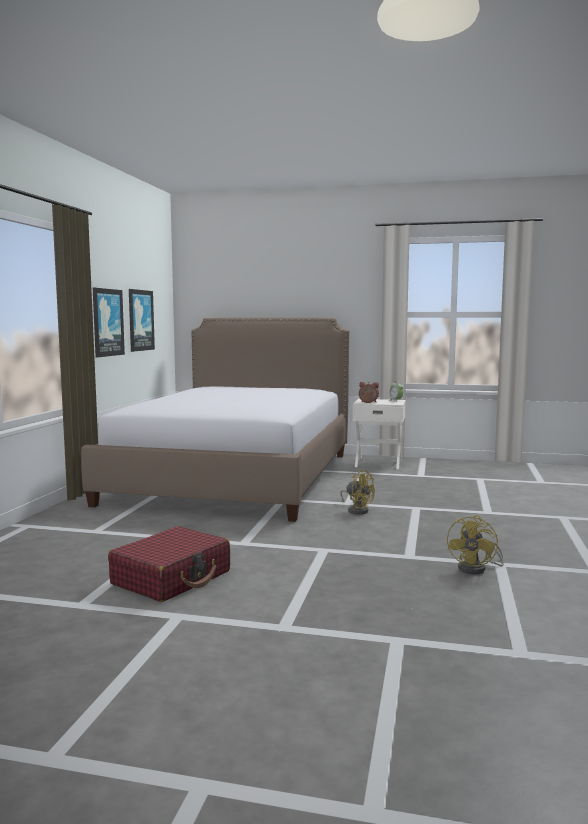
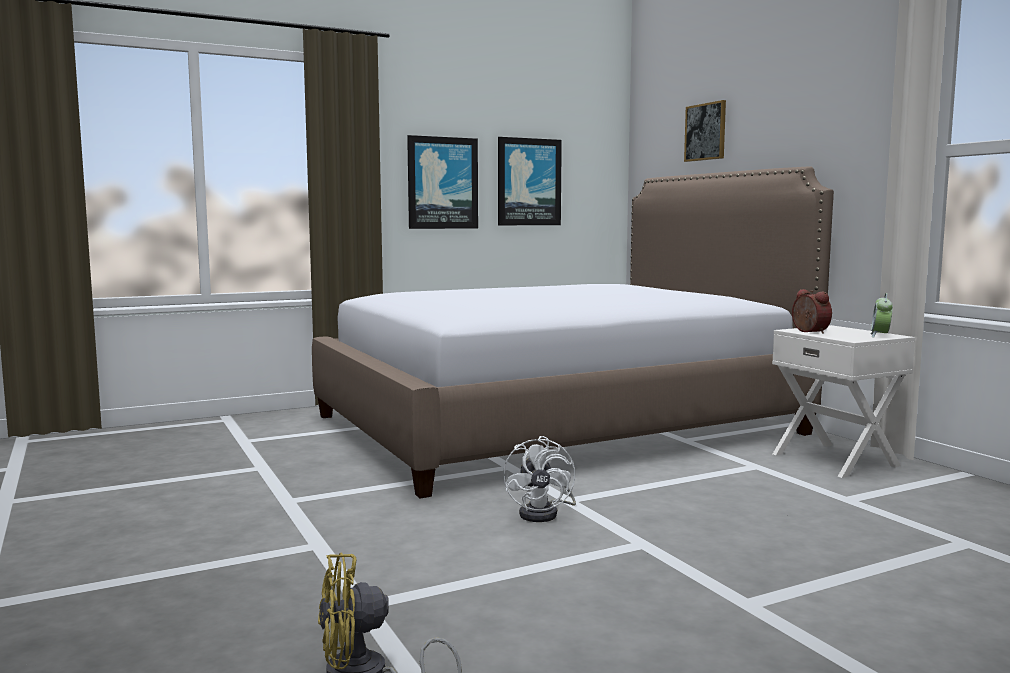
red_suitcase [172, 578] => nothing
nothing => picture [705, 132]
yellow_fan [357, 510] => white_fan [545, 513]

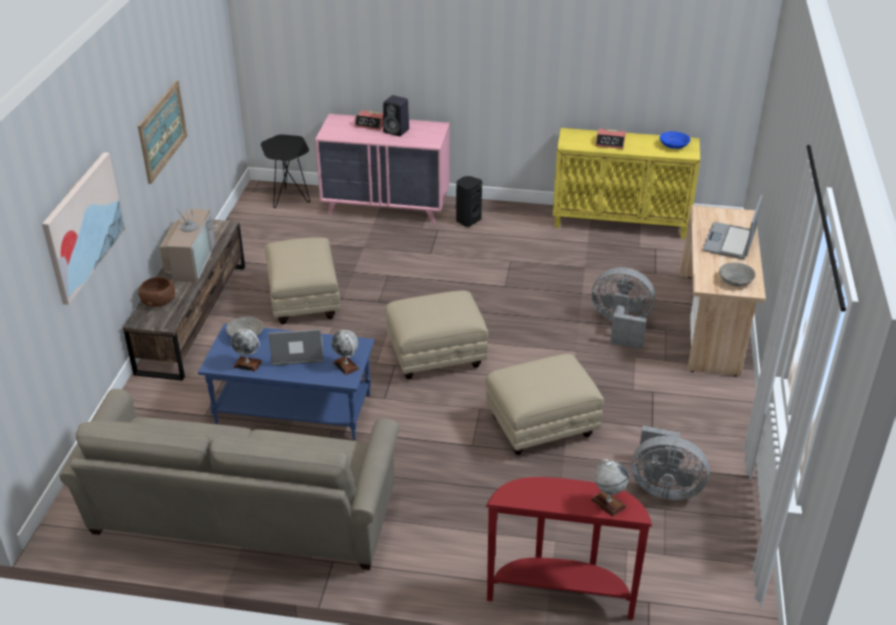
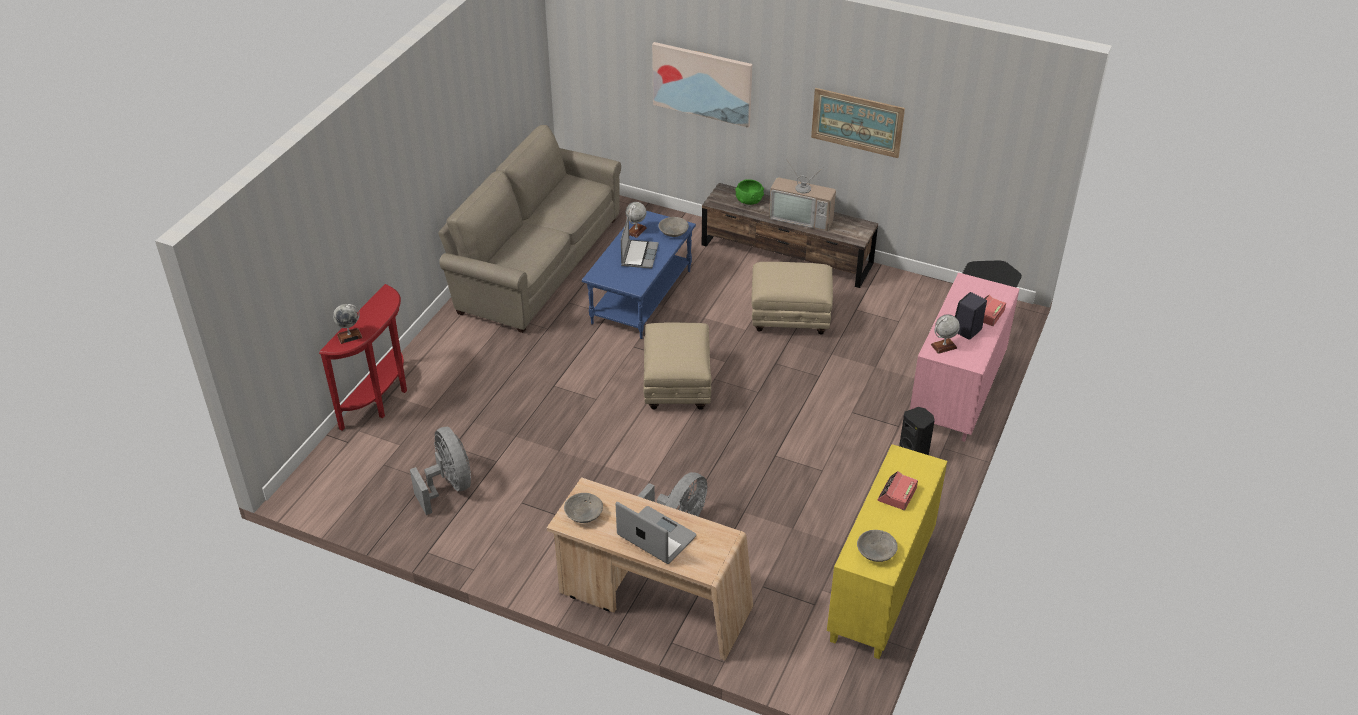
beige_ottoman [540, 427] => nothing
globe [346, 366] => globe [943, 346], relocated
brown_bowl [158, 301] => green_bowl [748, 199]
blue_bowl [674, 146] => grey_bowl [875, 553]
grey_fan [663, 487] => grey_fan [448, 486], 120 degrees clockwise

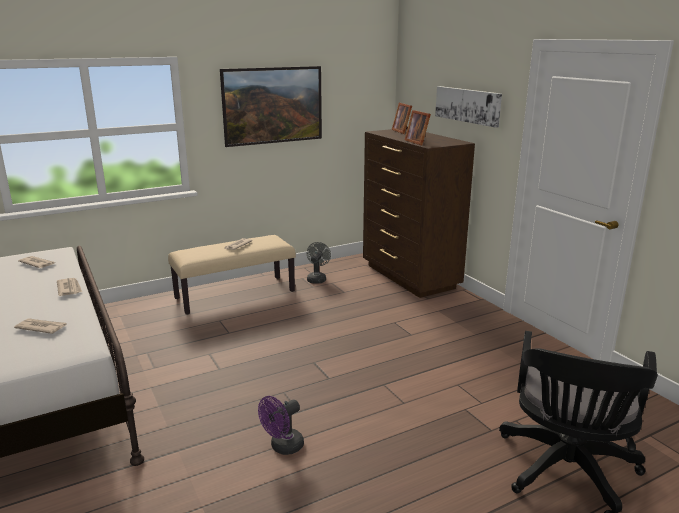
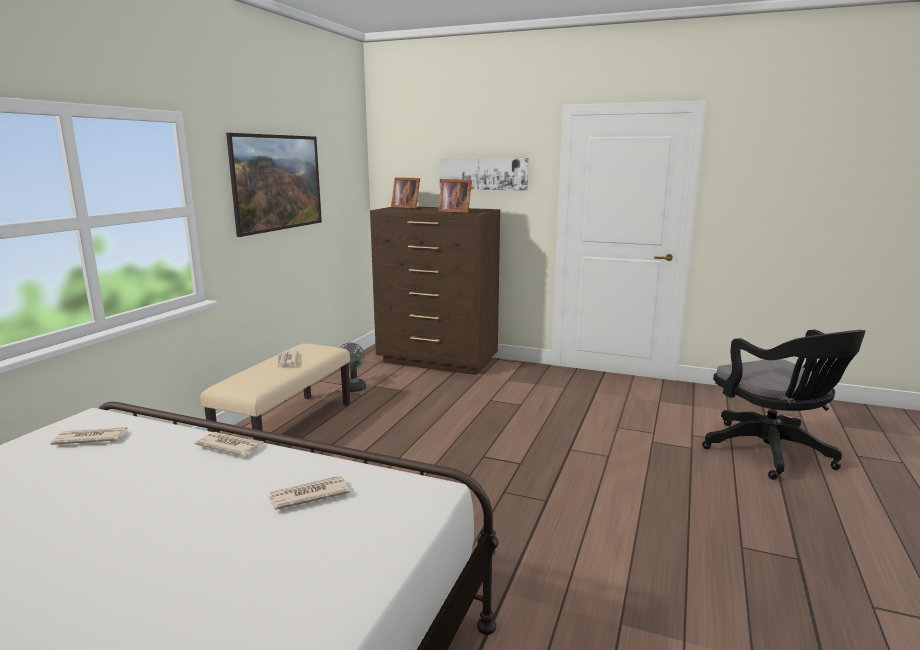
purple_fan [283, 447] => nothing

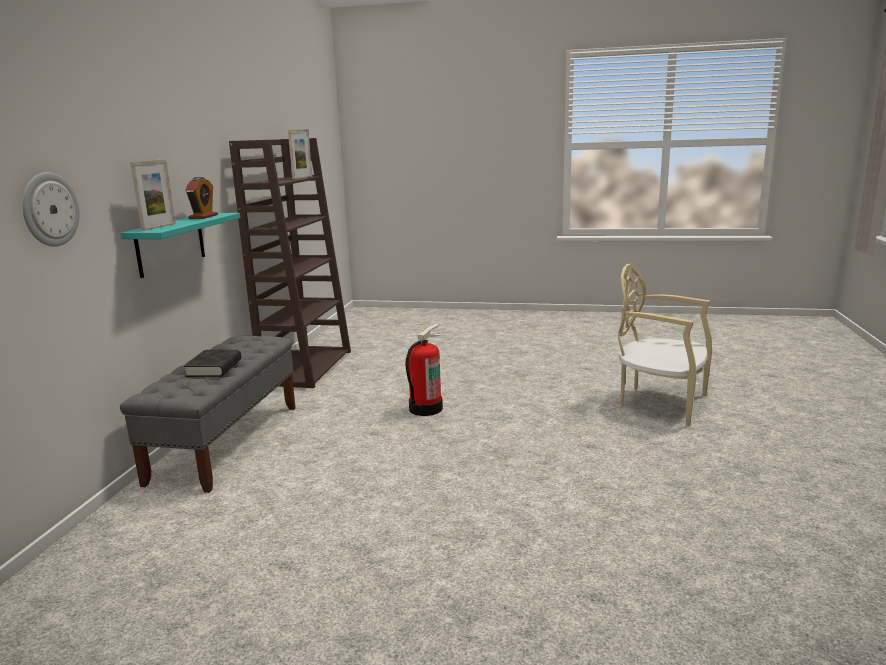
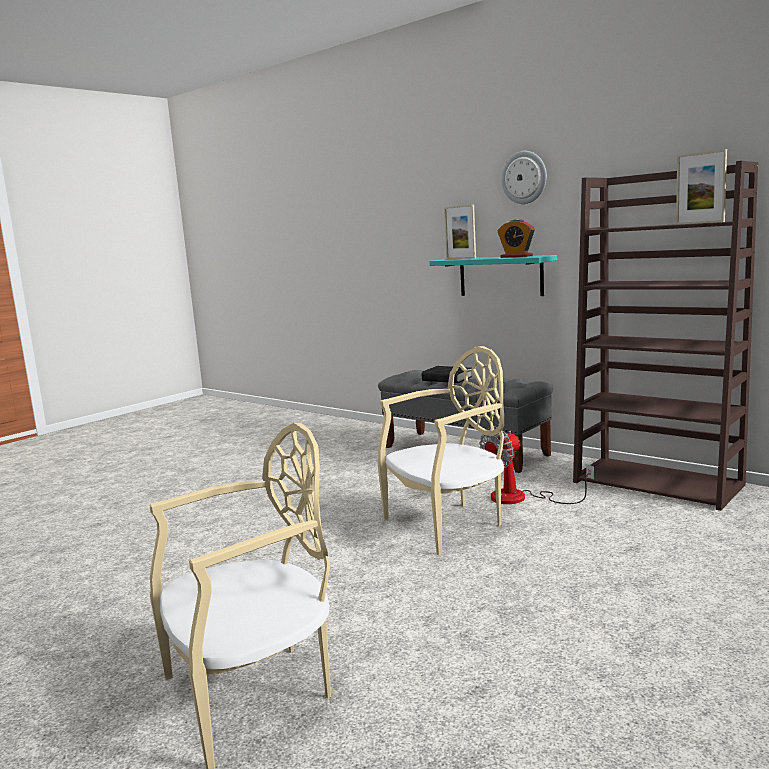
nothing => fan [521, 498]
wall_clock [49, 209] => wall_clock [524, 177], relocated
fire_extinguisher [425, 408] => beige_chair [448, 524]

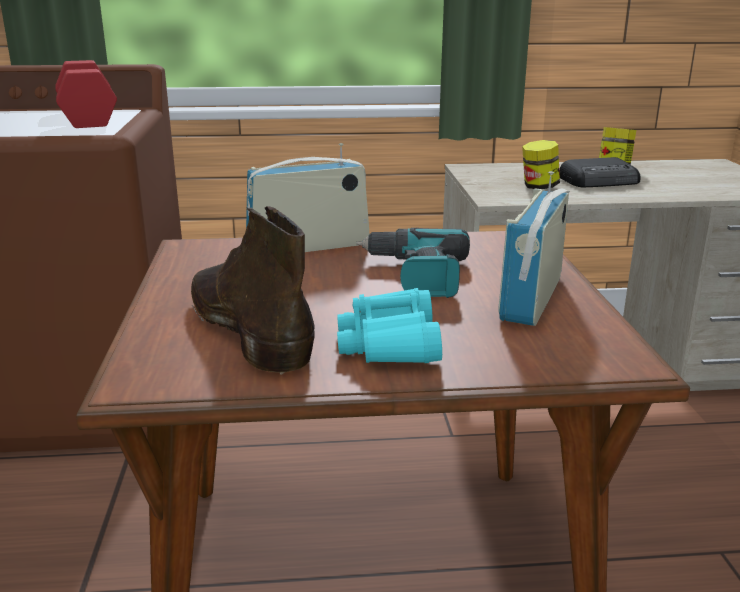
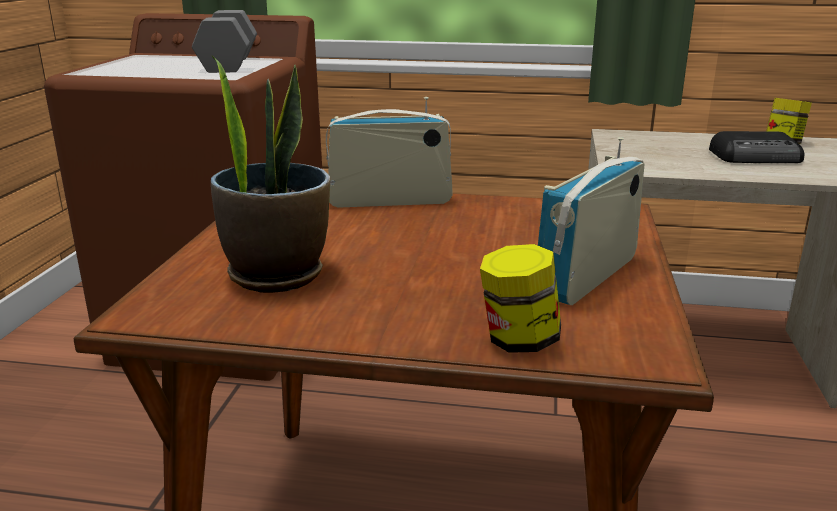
turquoise_binoculars [390, 344] => nothing
power_drill [415, 276] => nothing
jar [539, 187] => jar [519, 340], relocated
brown_boot [247, 328] => potted_plant [277, 274]
red_dumbbell [86, 117] => grey_dumbbell [227, 63]

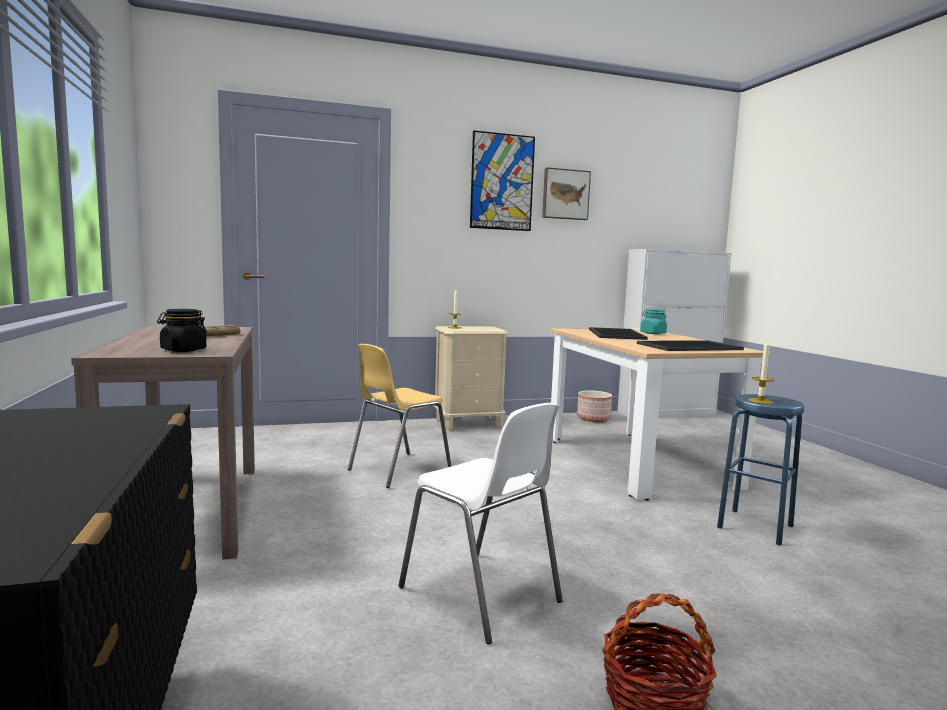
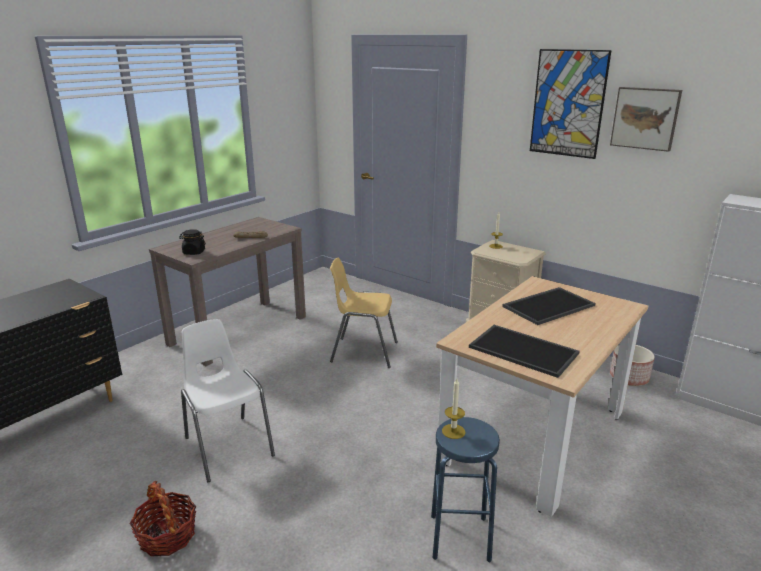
turquoise_jar [652, 333] => nothing
white_chair [481, 595] => white_chair [228, 446], 135 degrees clockwise

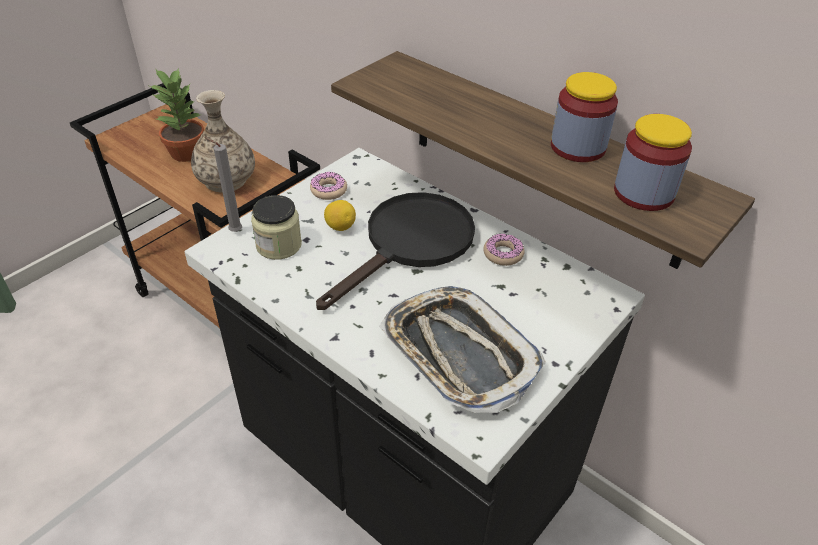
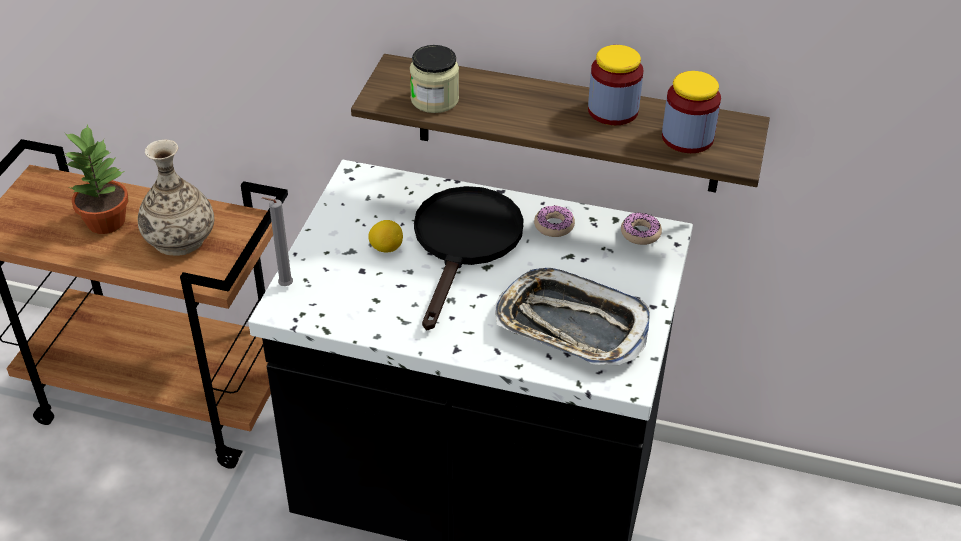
jar [279, 245] => jar [434, 100], relocated
donut [328, 190] => donut [640, 233], relocated

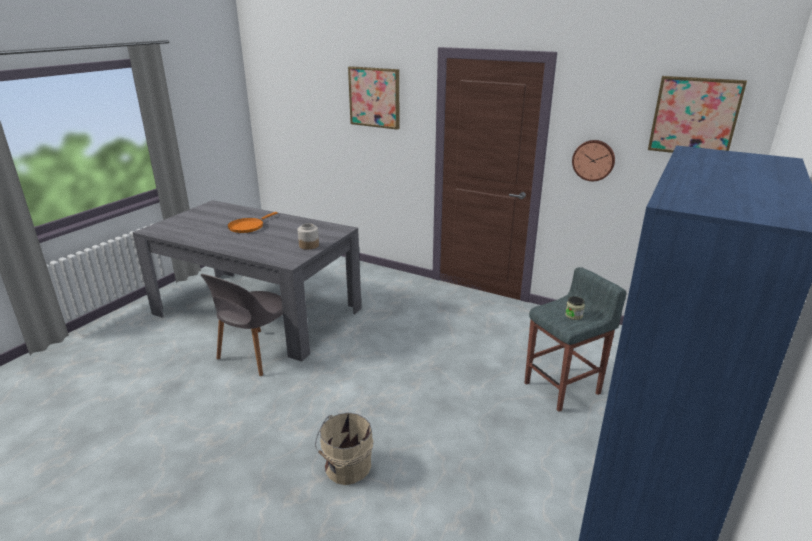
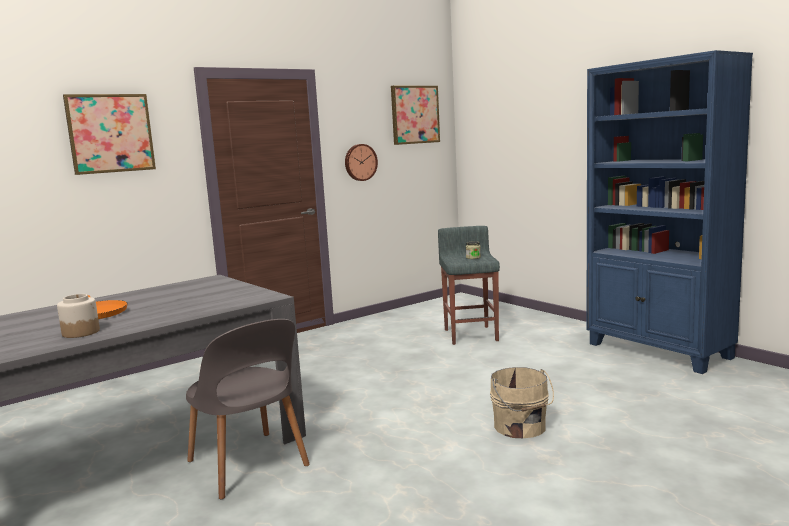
jar [309, 245] => jar [81, 332], relocated

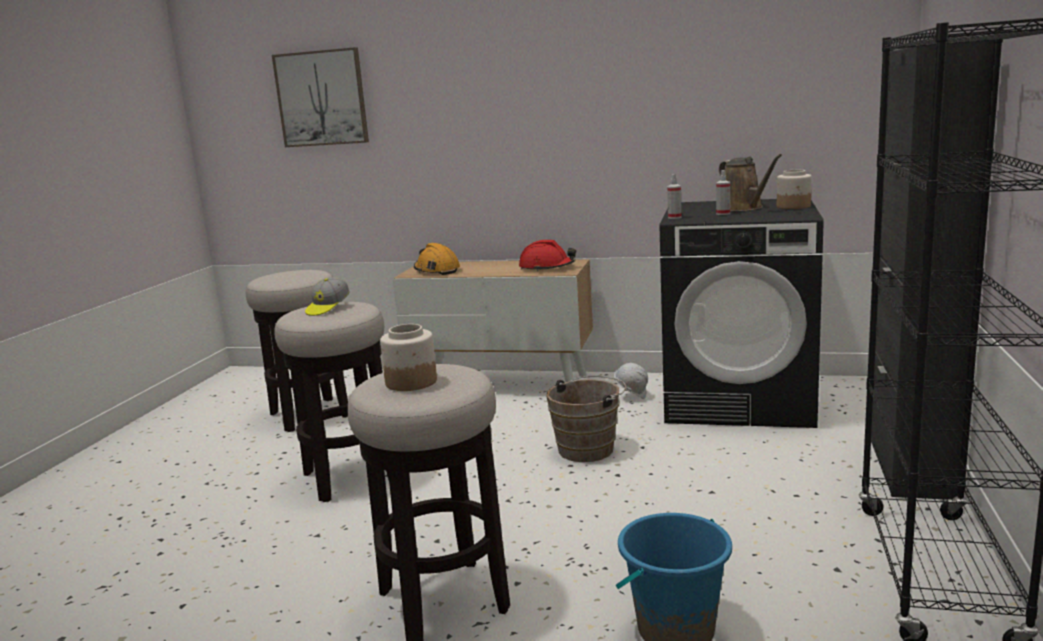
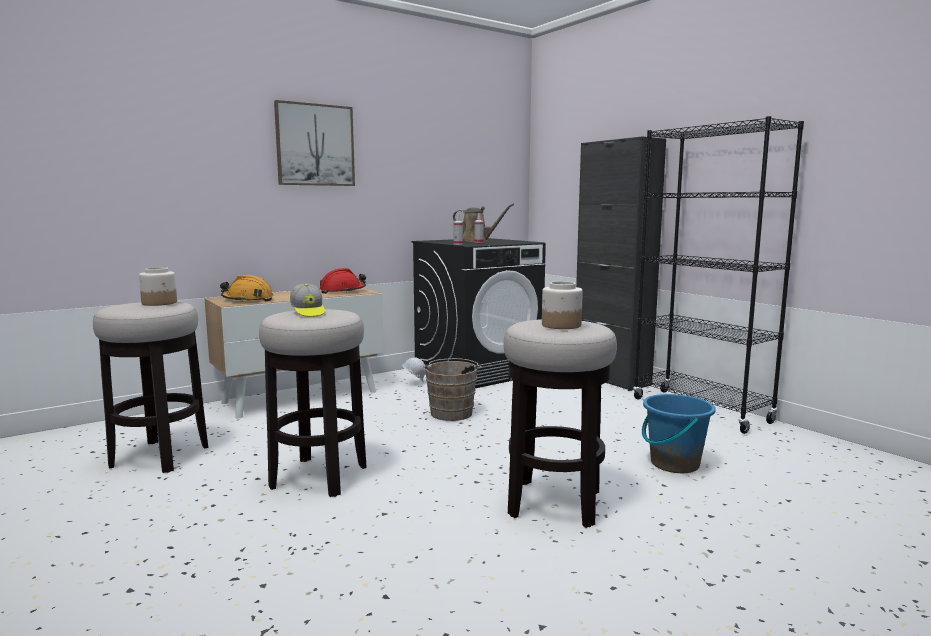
picture [322, 98] => picture [315, 145], relocated
jar [794, 206] => jar [160, 303], relocated

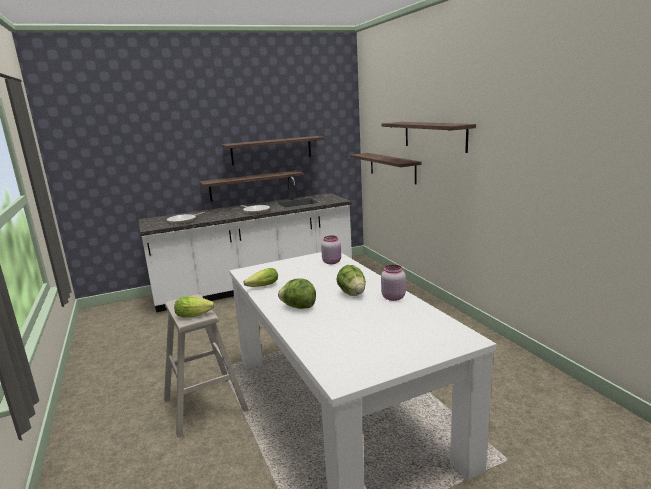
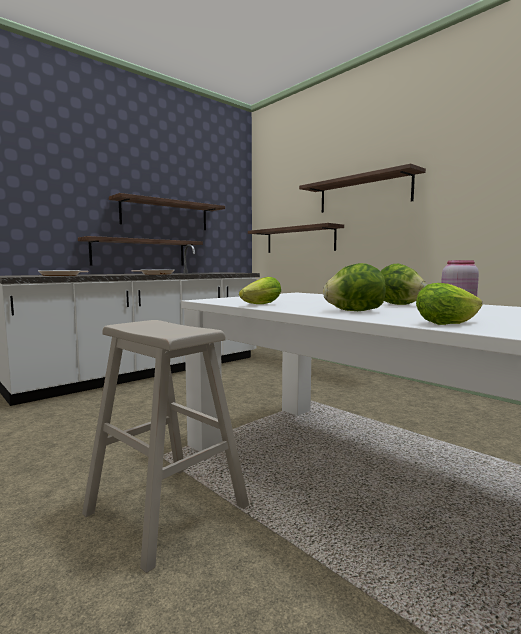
pink_jar [332, 262] => nothing
lettuce [196, 315] => lettuce [451, 323], relocated

